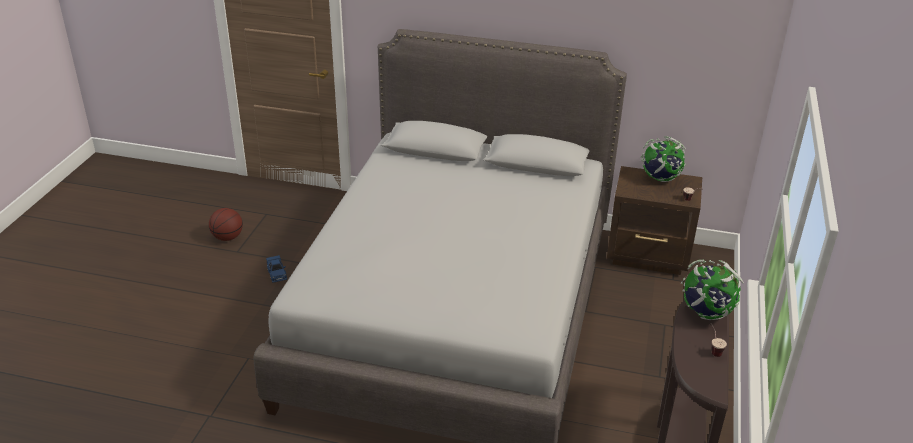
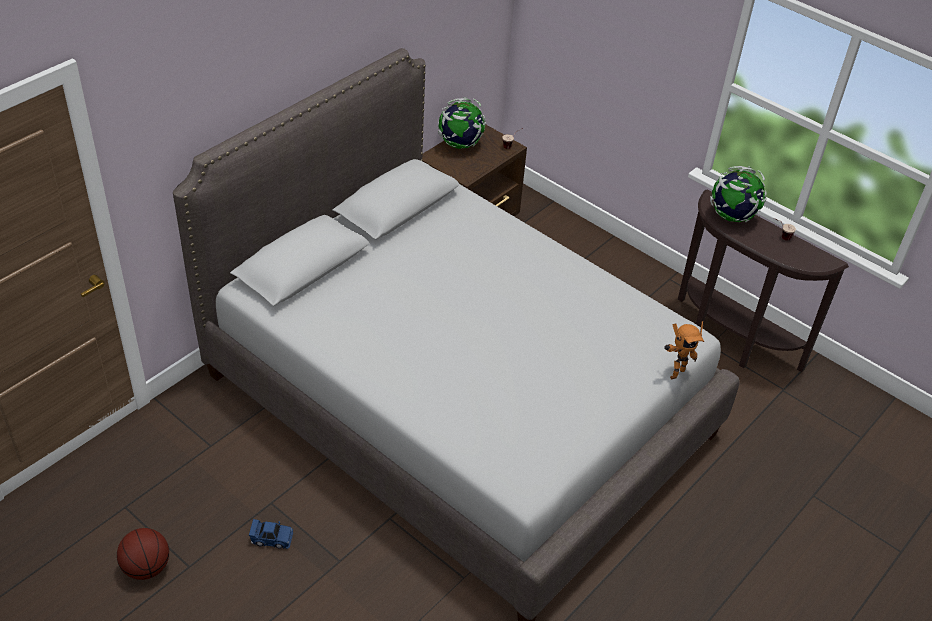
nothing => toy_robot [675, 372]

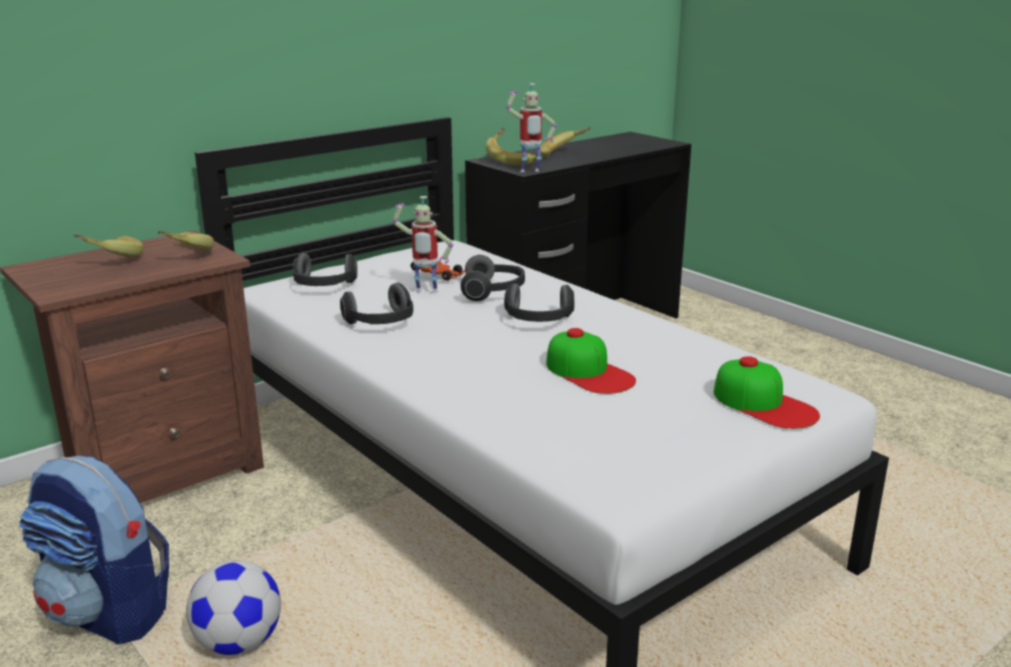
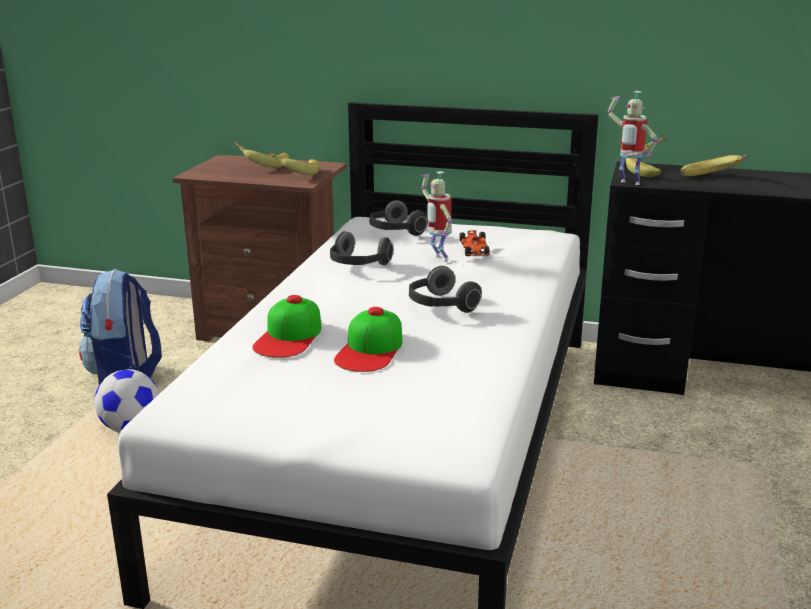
headphones [493, 292] => nothing
cap [764, 404] => cap [289, 337], relocated

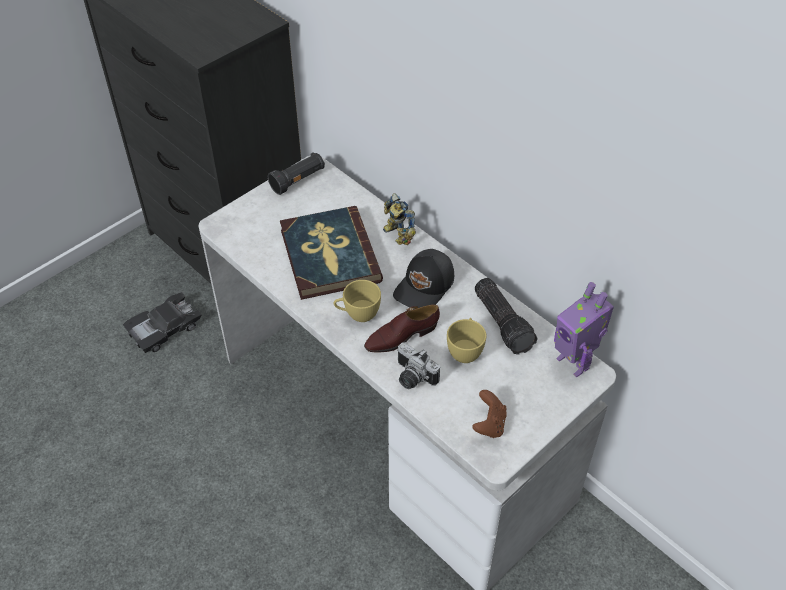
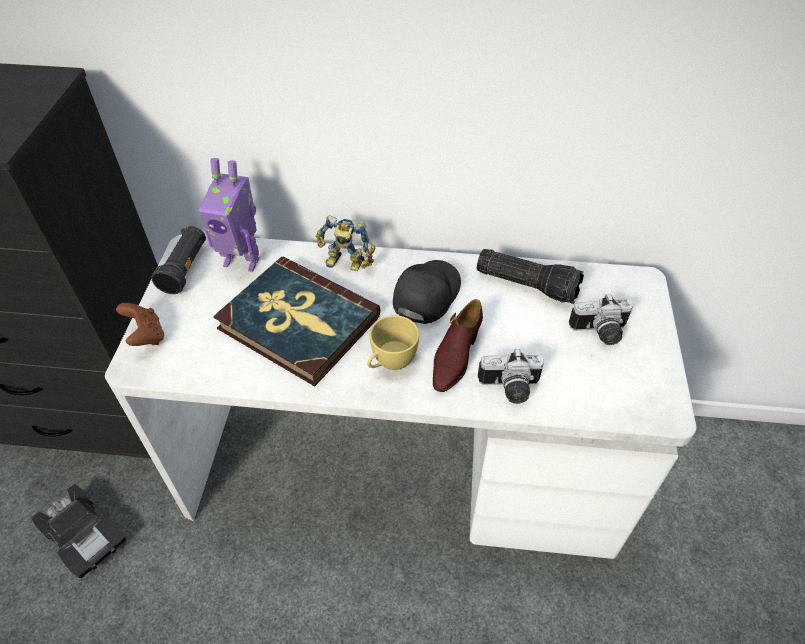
yellow_cup [465, 350] => nothing
nothing => photo_camera [600, 333]
brown_game_controller [489, 424] => brown_game_controller [146, 336], relocated
toy_robot [574, 362] => toy_robot [242, 260], relocated
black_toy_car [164, 328] => black_toy_car [83, 535], 60 degrees counterclockwise
black_cap [425, 287] => black_cap [425, 295], 150 degrees counterclockwise

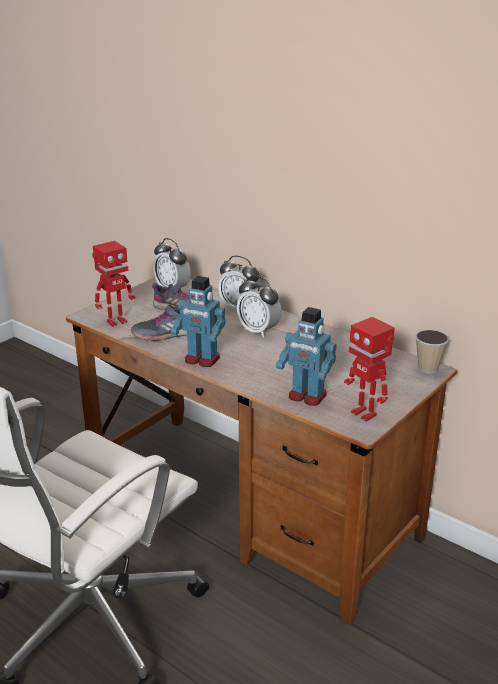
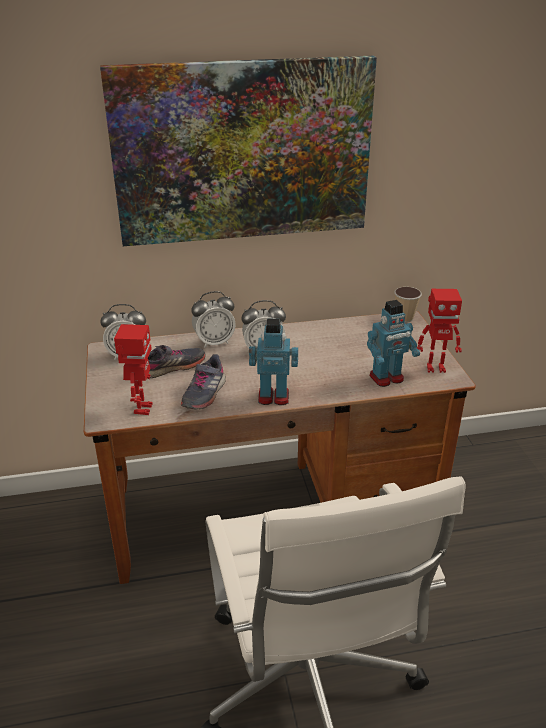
nothing => picture [243, 152]
toy_robot [201, 359] => toy_robot [273, 396], 150 degrees counterclockwise

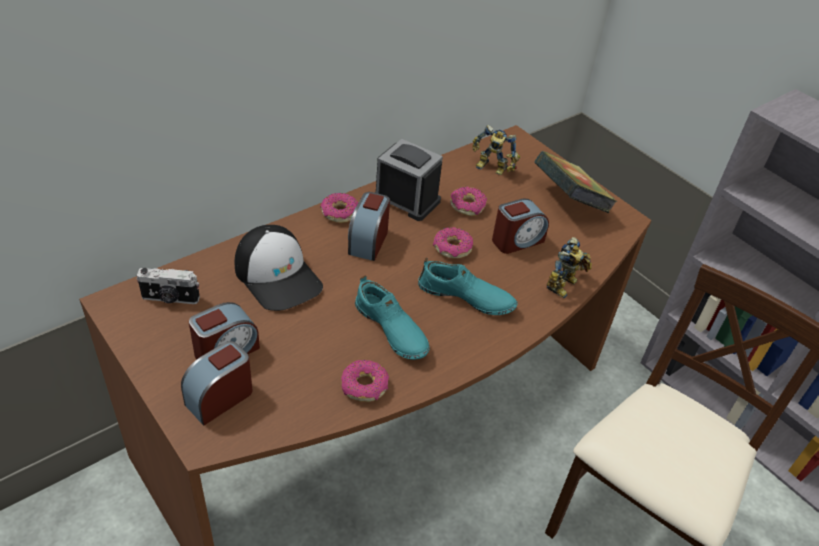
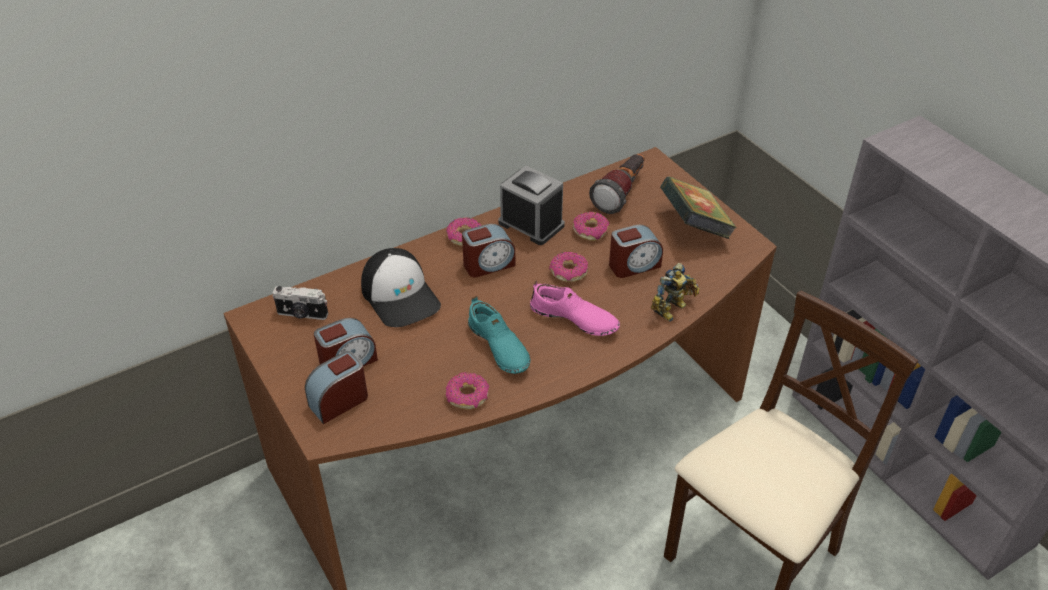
toy_robot [491, 169] => flashlight [621, 193]
turquoise_shoe [466, 297] => pink_shoe [574, 319]
alarm_clock [368, 241] => alarm_clock [488, 264], 135 degrees counterclockwise

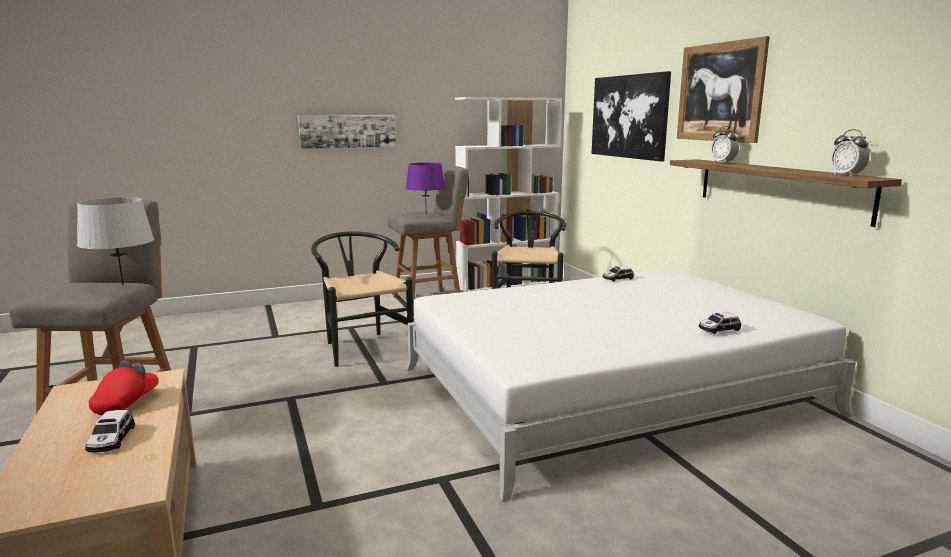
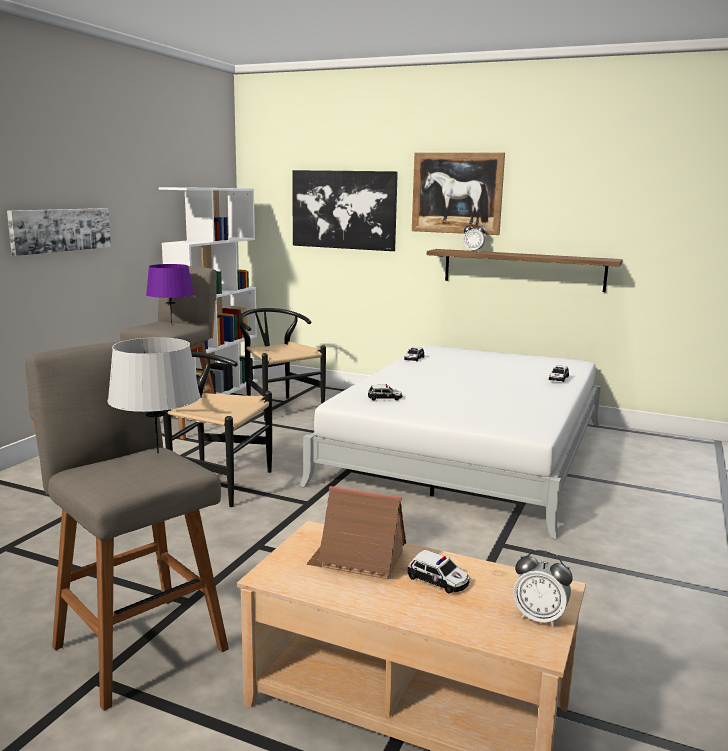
nothing => toy_car [385, 398]
alarm_clock [846, 175] => alarm_clock [539, 618], relocated
red_cap [126, 403] => toy_house [357, 559]

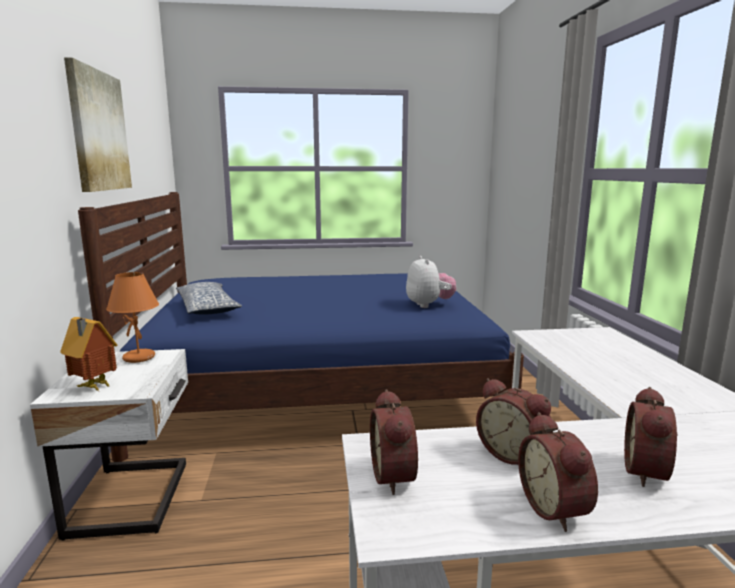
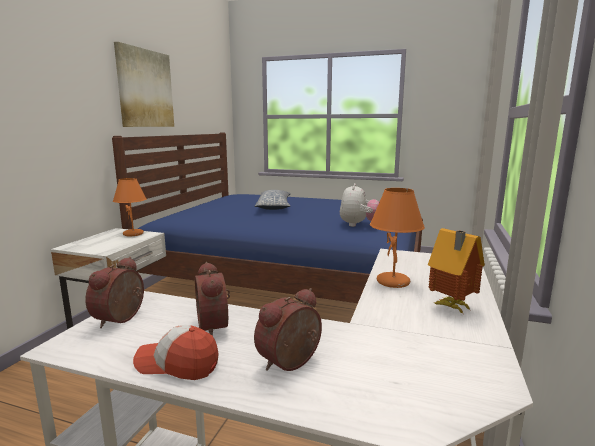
nothing => orange_table_lamp [393, 282]
toy_house [93, 387] => toy_house [451, 307], relocated
pillow [207, 308] => pillow [274, 207], relocated
alarm_clock [556, 508] => cap [177, 364]

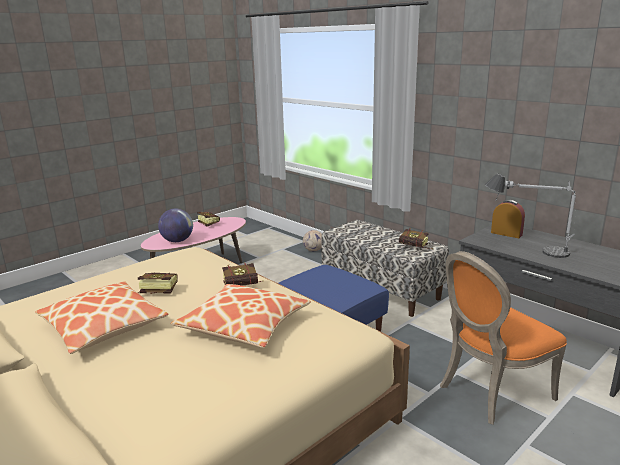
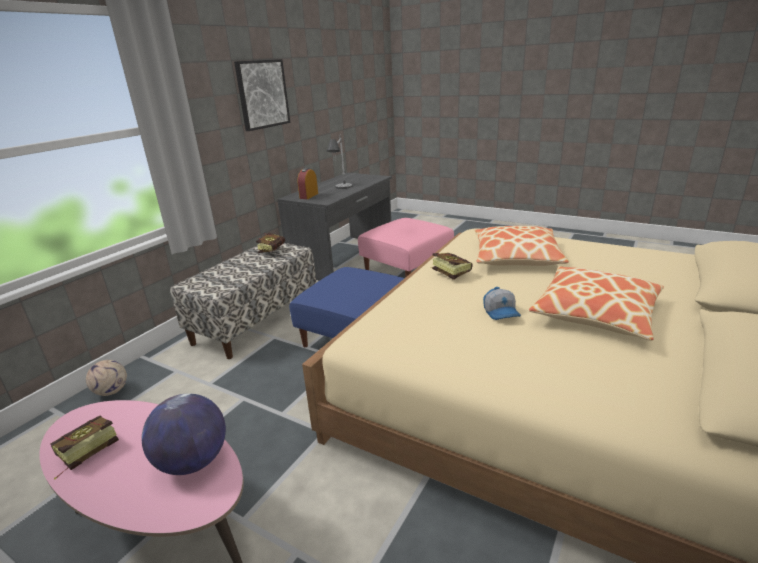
nothing => picture [262, 94]
book [155, 291] => cap [501, 312]
orange_chair [490, 391] => pink_ottoman [407, 269]

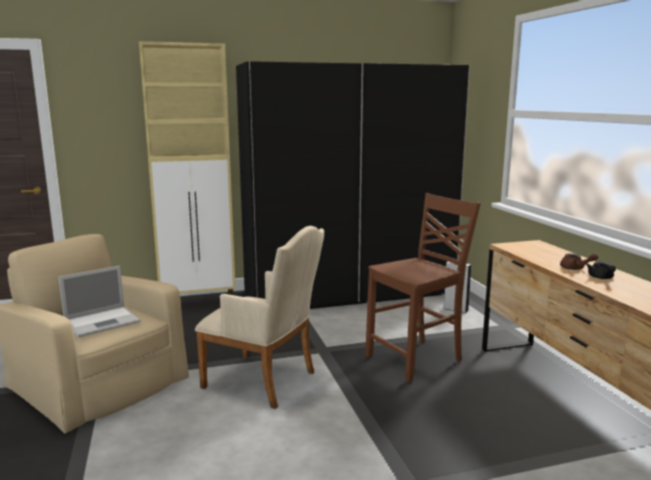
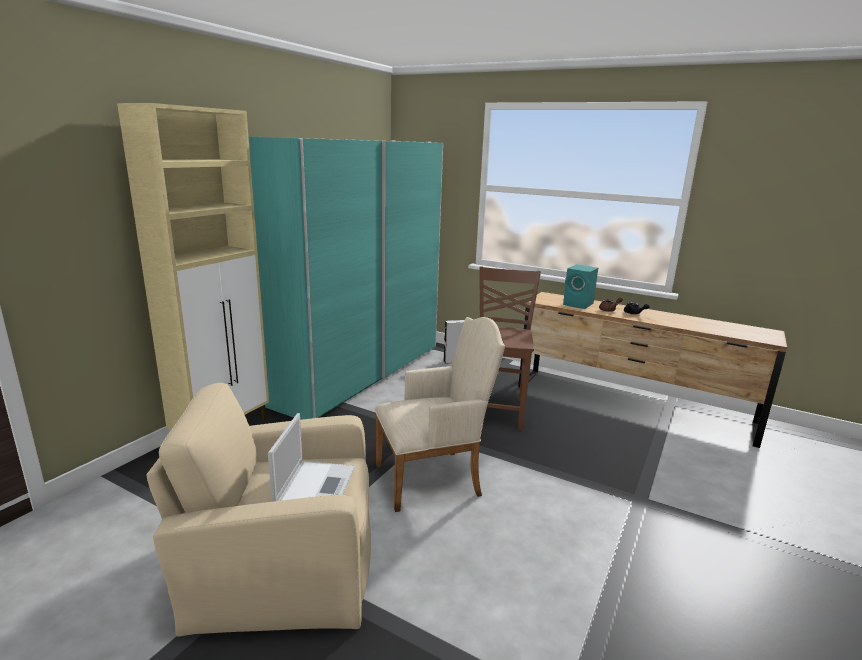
nothing => turquoise_speaker [579, 304]
black_wardrobe [349, 293] => turquoise_wardrobe [355, 373]

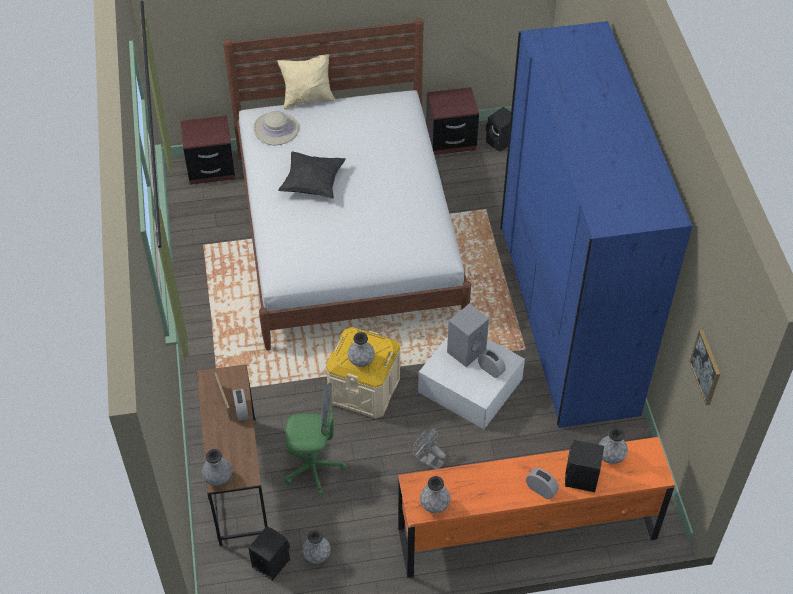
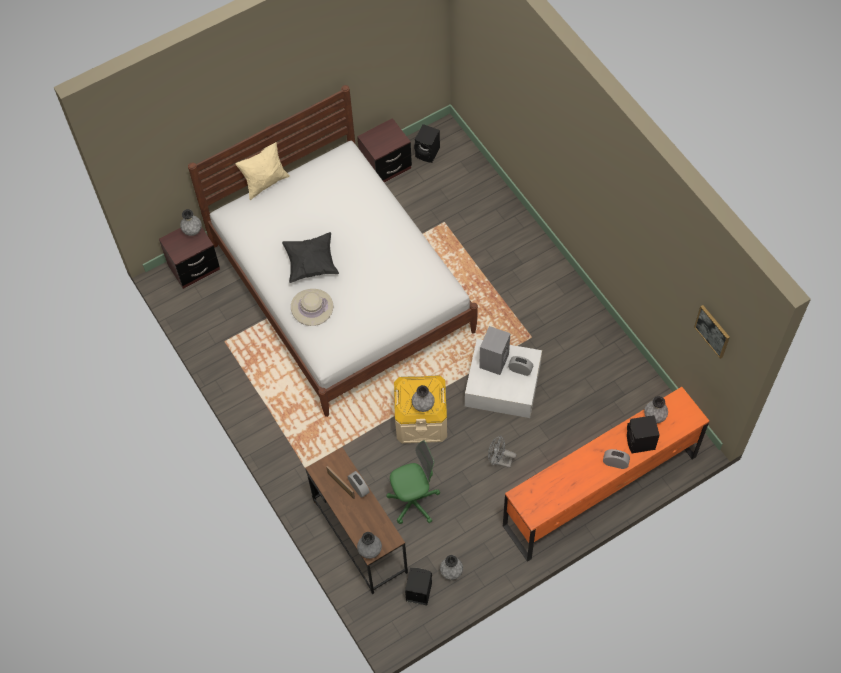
blue_wardrobe [567, 319] => nothing
beige_hat [276, 129] => beige_hat [312, 307], relocated
grey_vase [434, 506] => grey_vase [192, 231], relocated

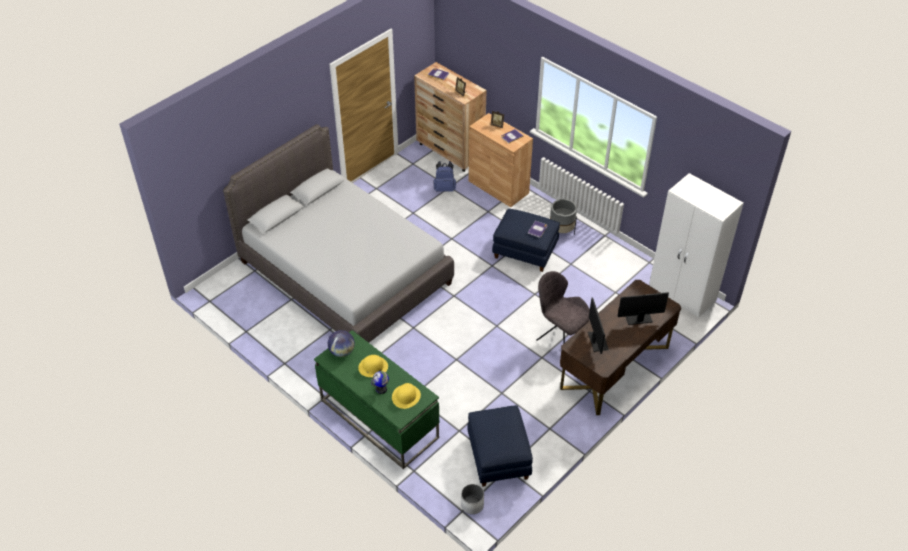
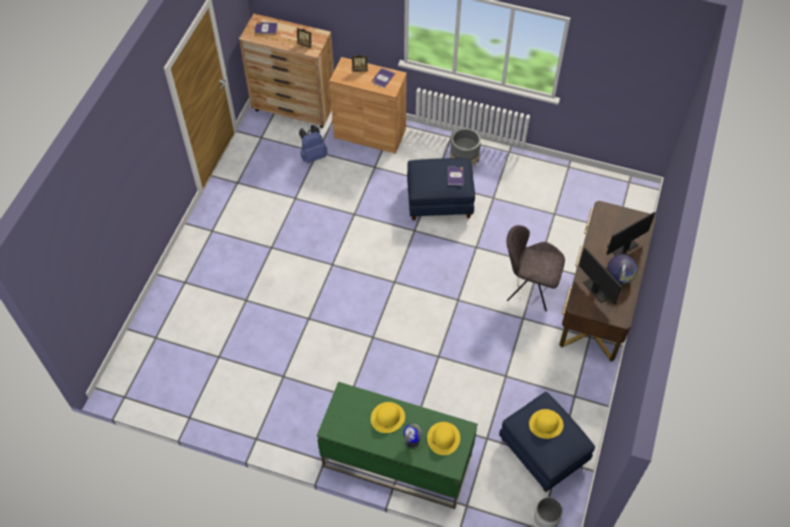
grey_bed [345, 272] => nothing
white_wardrobe [682, 294] => nothing
nothing => yellow_hat [546, 424]
globe [342, 352] => globe [619, 277], relocated

